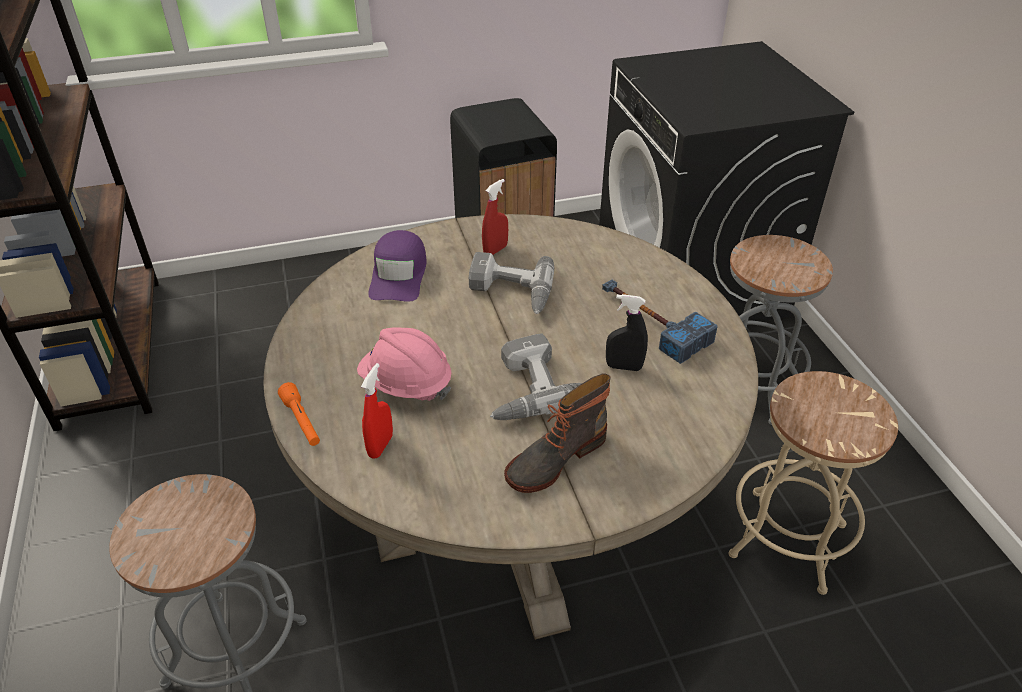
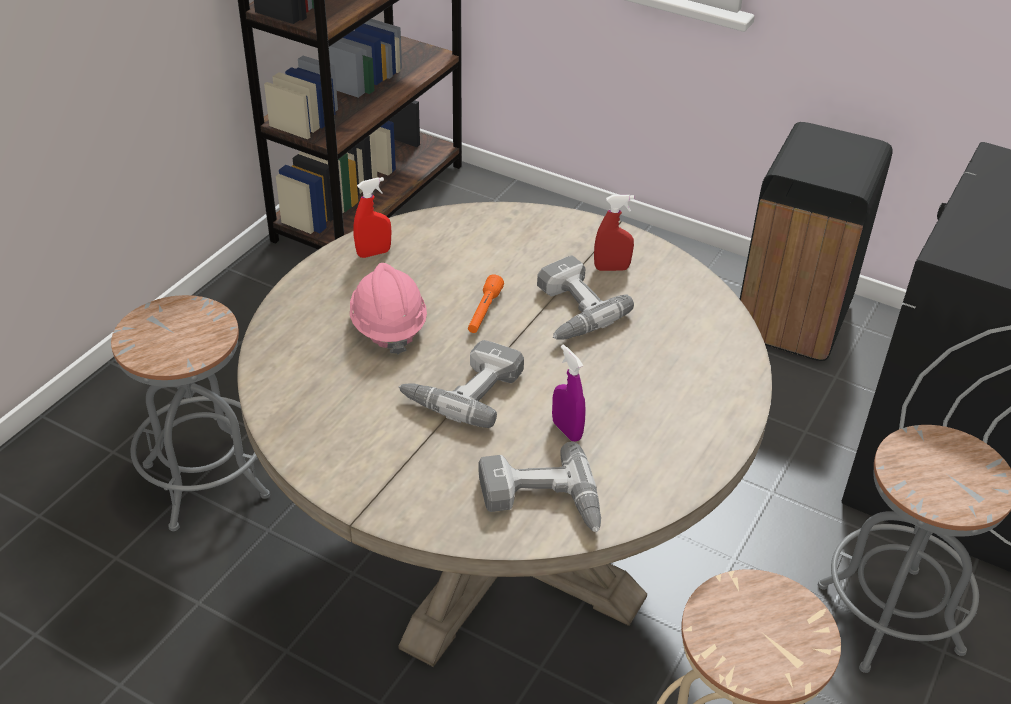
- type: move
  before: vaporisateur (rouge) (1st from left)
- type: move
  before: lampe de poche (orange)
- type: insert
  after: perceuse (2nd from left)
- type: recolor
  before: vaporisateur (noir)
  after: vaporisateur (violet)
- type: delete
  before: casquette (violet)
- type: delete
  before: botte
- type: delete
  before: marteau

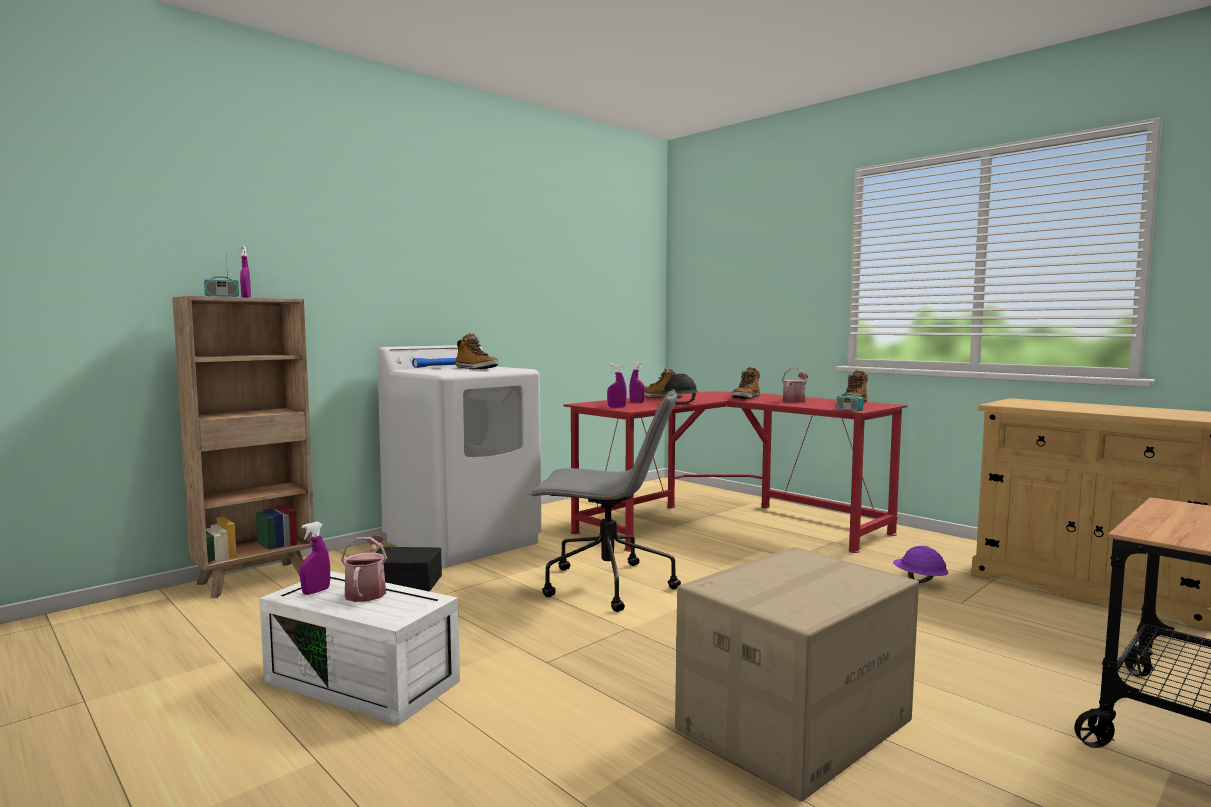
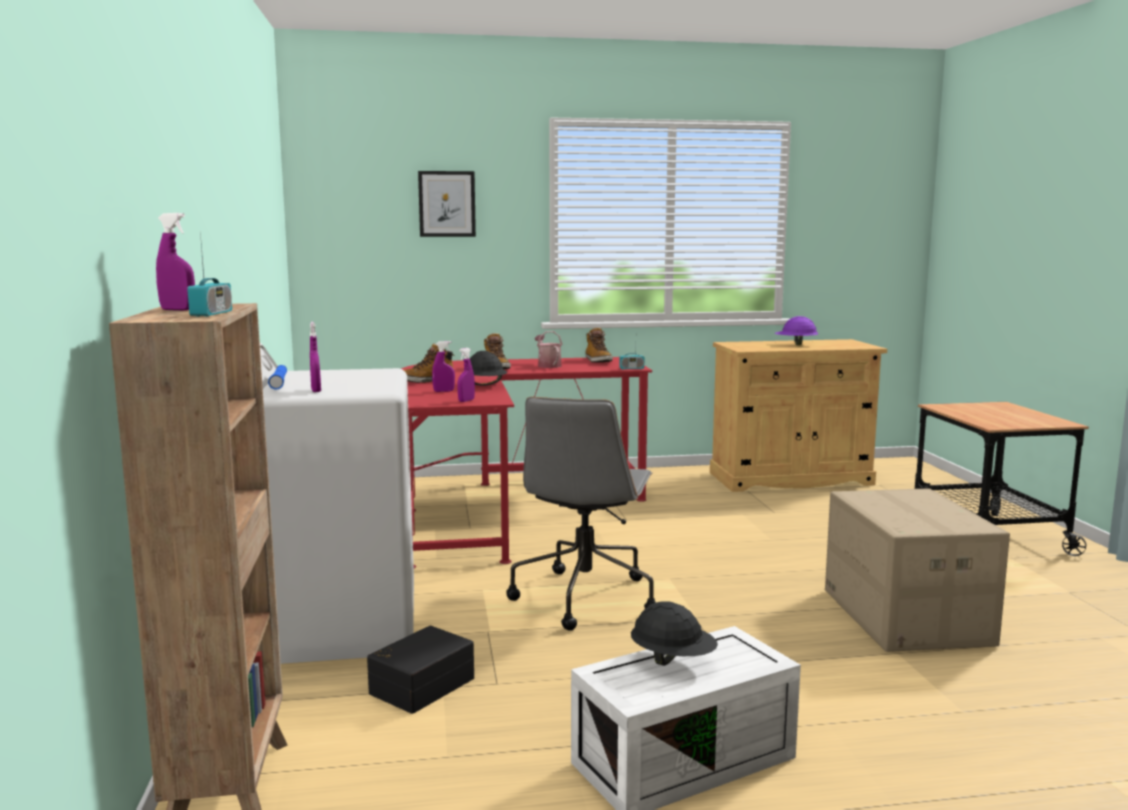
- type: move
  before: vaporisateur (violet) (2nd from left)
- type: insert
  after: tableau
- type: rotate
  before: chaise de bureau (gris)
  turn: 150
- type: replace
  before: arrosoir (1st from left)
  after: casque de chantier (noir) (2nd from left)
- type: move
  before: casque de chantier (violet)
- type: delete
  before: botte (1st from left)

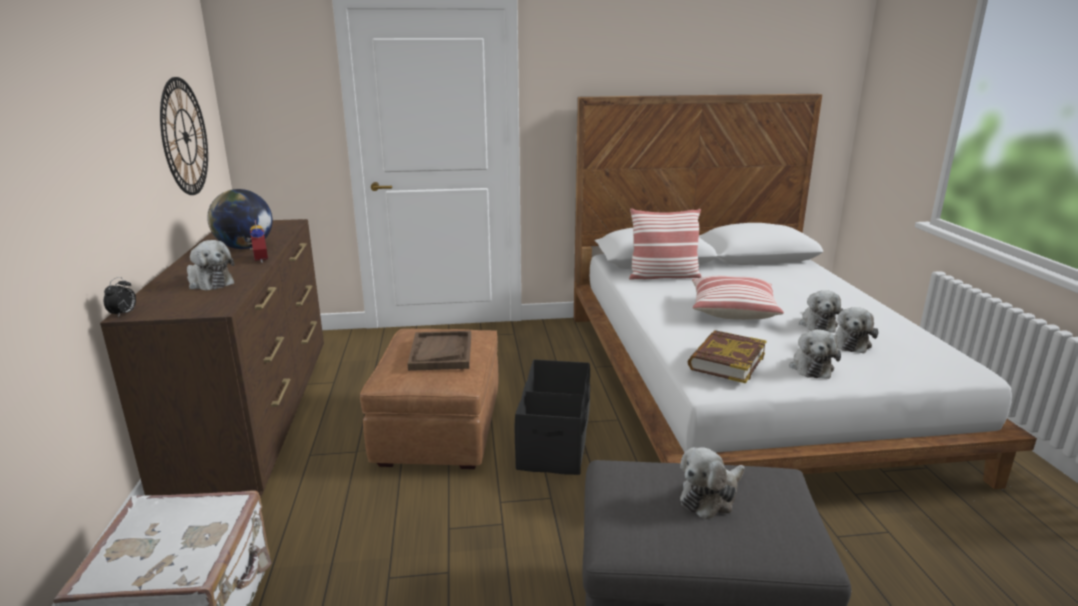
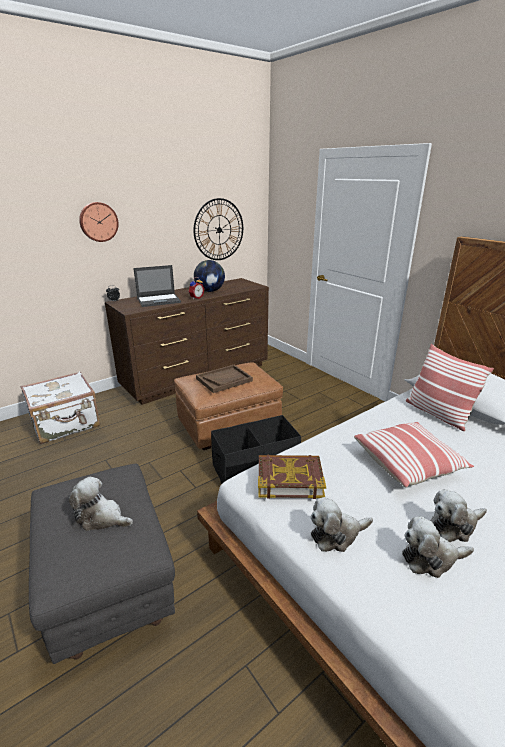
- type: insert
  after: horloge murale (1st from left)
- type: replace
  before: peluche (1st from left)
  after: ordinateur portable

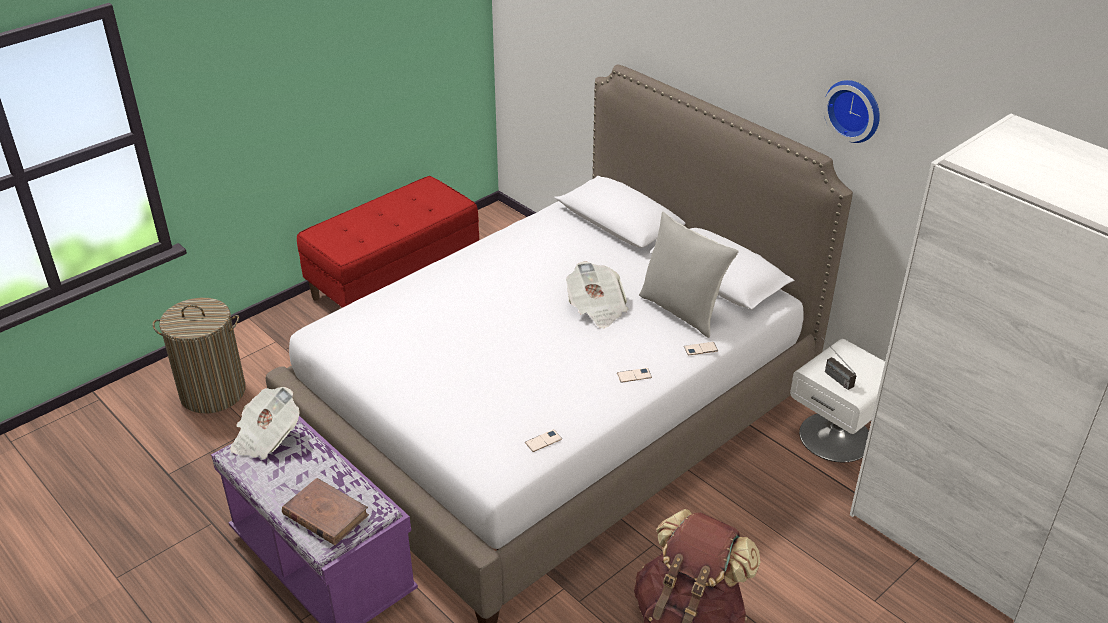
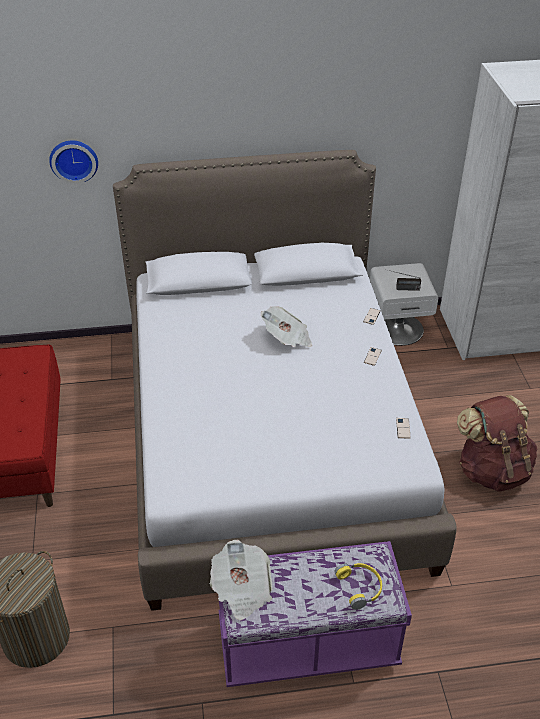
- type: move
  before: horloge murale
- type: replace
  before: livre (marron)
  after: casque audio (jaune)
- type: delete
  before: coussin (gris)

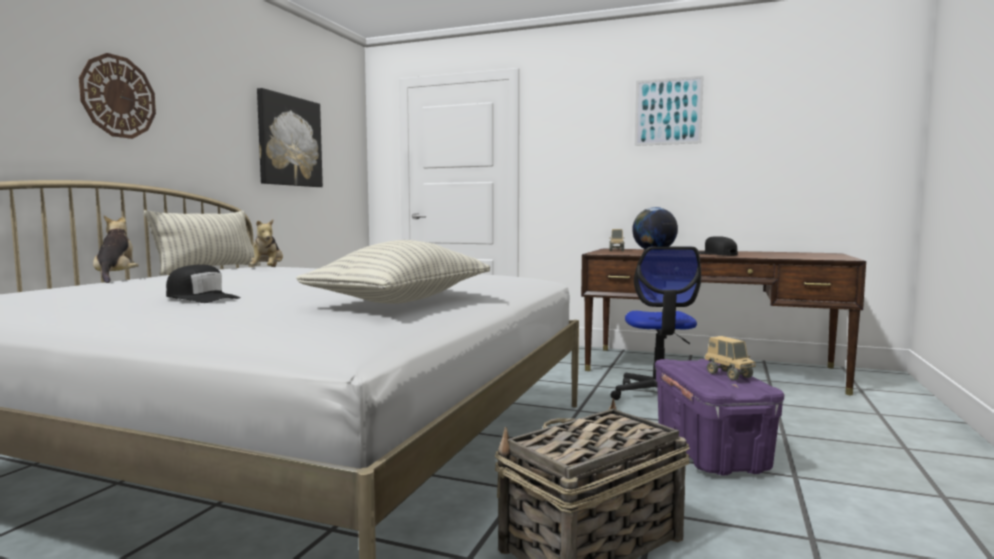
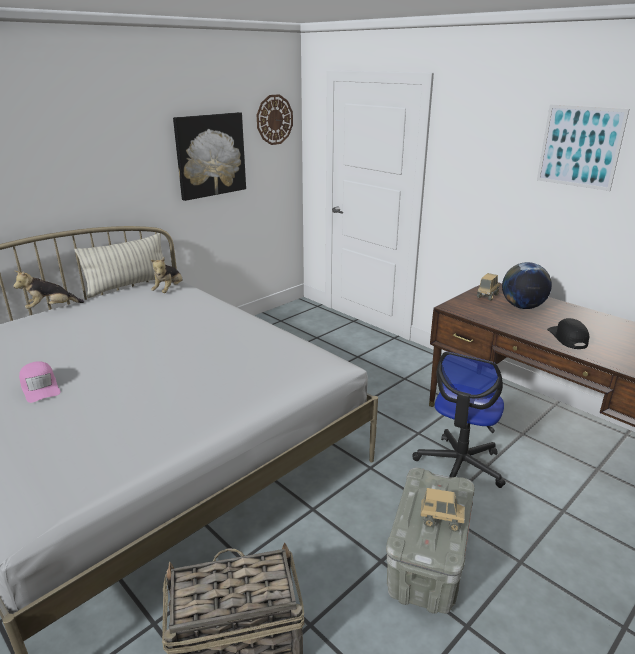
- type: rotate
  before: peluche (1st from left)
  turn: -120
- type: recolor
  before: casquette (noir) (1st from left)
  after: casquette (rose)
- type: move
  before: horloge murale
- type: recolor
  before: boîte de rangement (violet)
  after: boîte de rangement (gris)
- type: rotate
  before: camion jouet (2nd from left in the first image)
  turn: -75
- type: delete
  before: coussin (2nd from left)

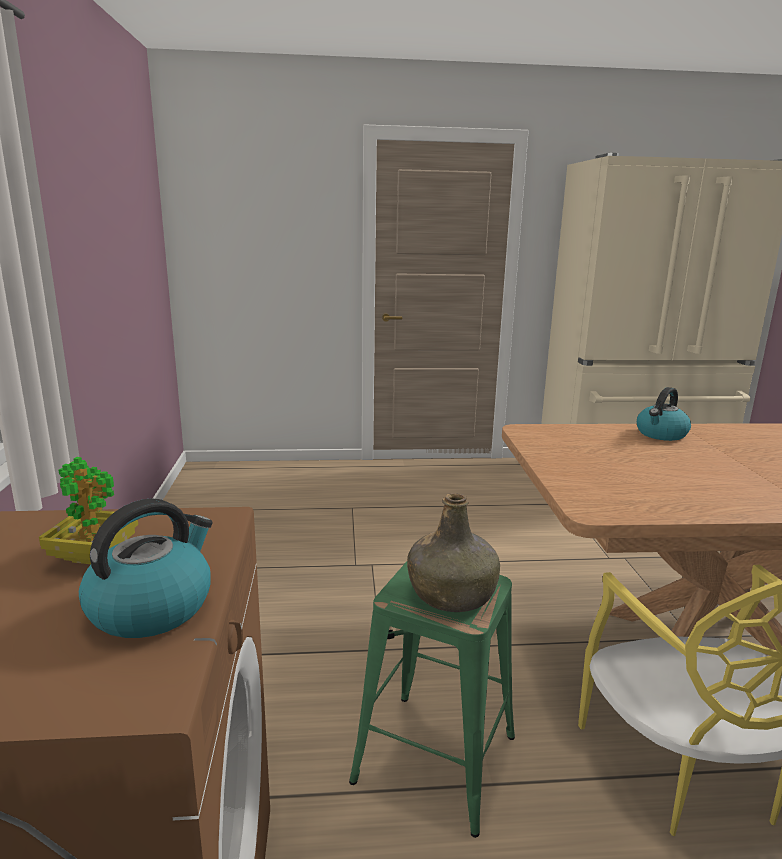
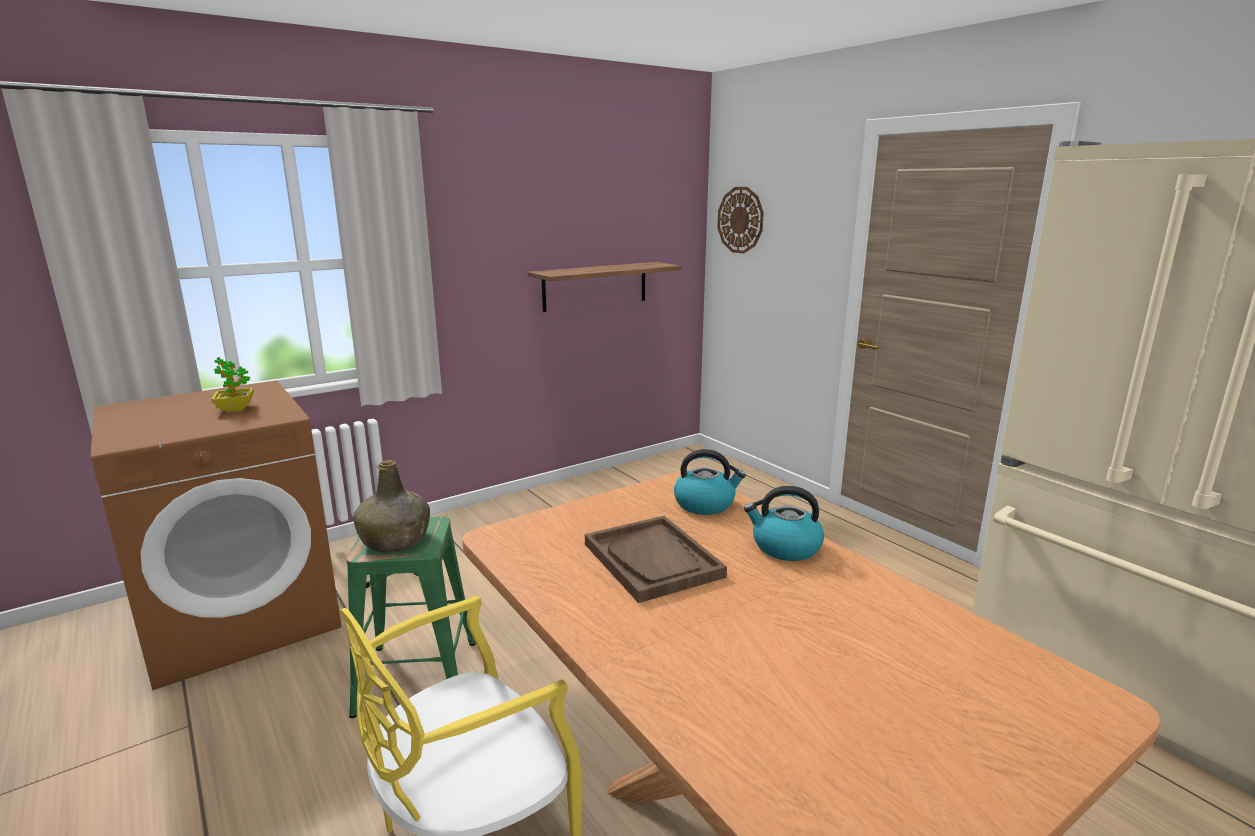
- type: insert
  after: étagère
- type: insert
  after: plateau (marron)
- type: move
  before: bouilloire (1st from left)
- type: insert
  after: horloge murale

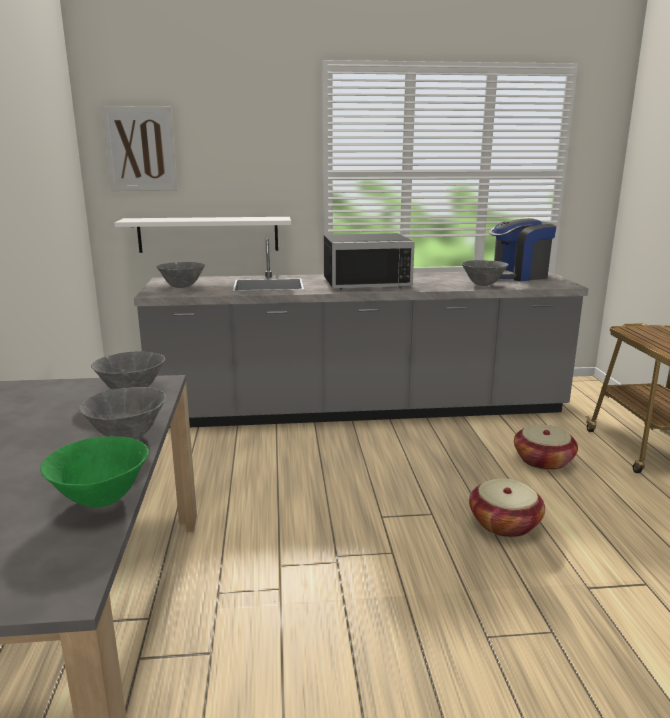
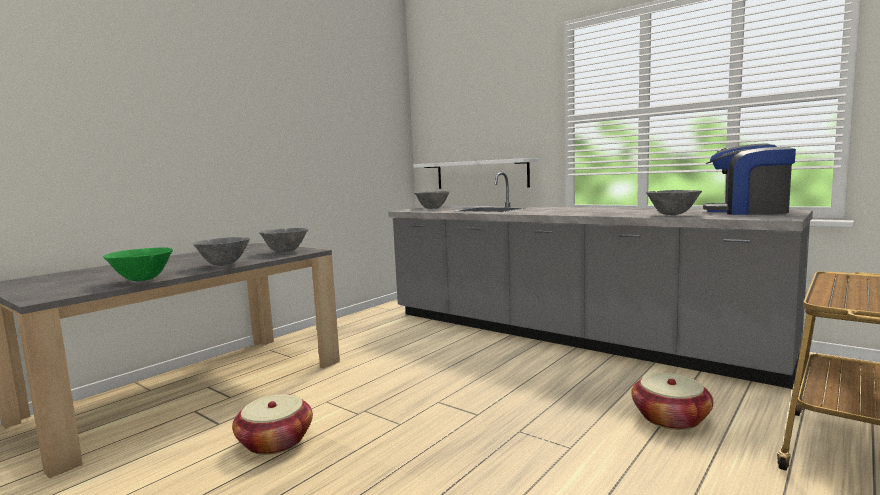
- type: move
  before: panier (1st from left)
- type: delete
  before: tableau
- type: delete
  before: micro-ondes (noir)

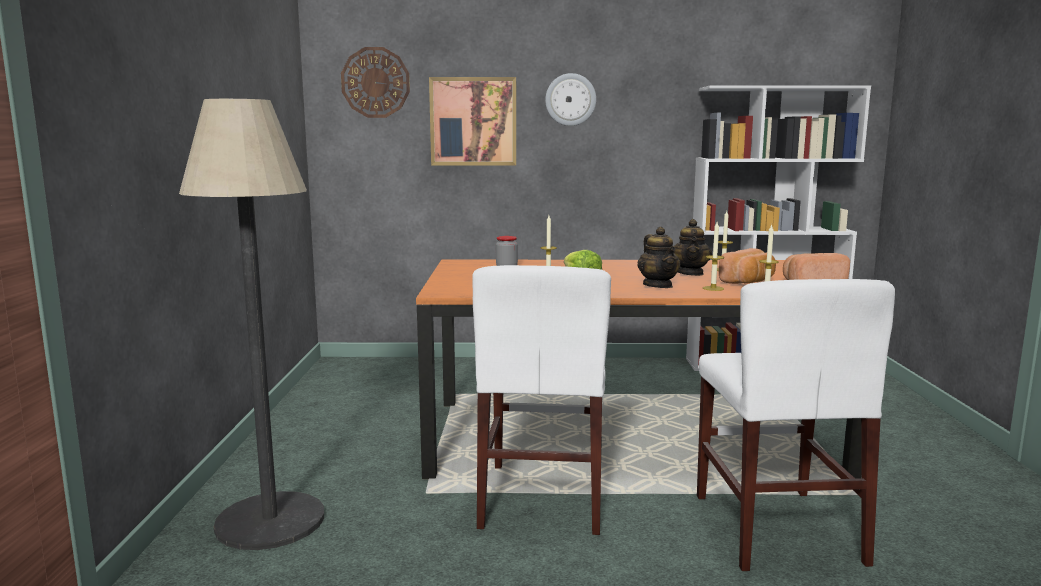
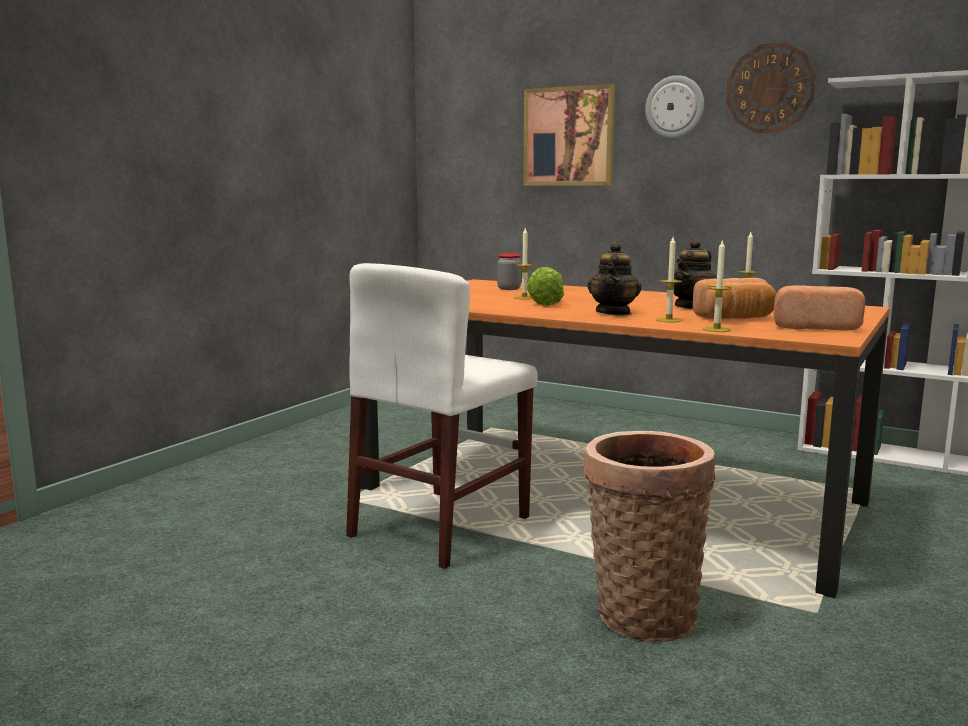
- type: replace
  before: chaise (blanc) (2nd from left)
  after: panier
- type: move
  before: horloge murale (1st from left in the first image)
  after: horloge murale (2nd from left)
- type: delete
  before: lampadaire

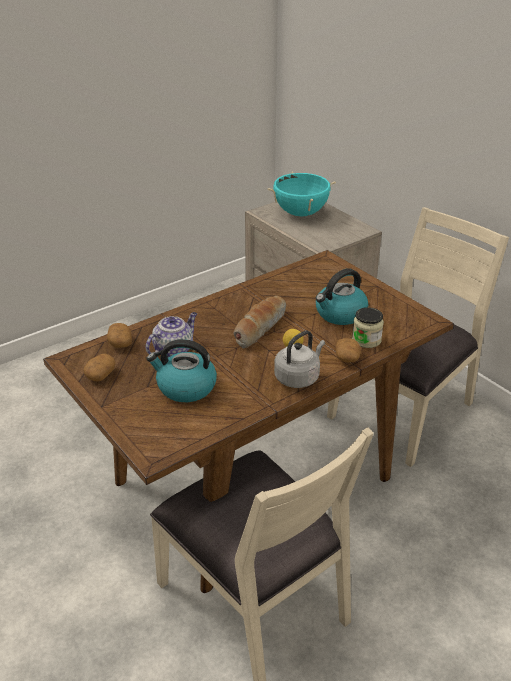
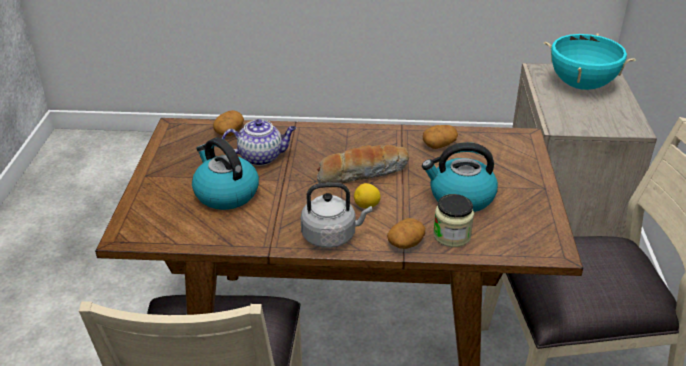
- type: move
  before: pomme de terre (1st from left in the first image)
  after: pomme de terre (3rd from left)

